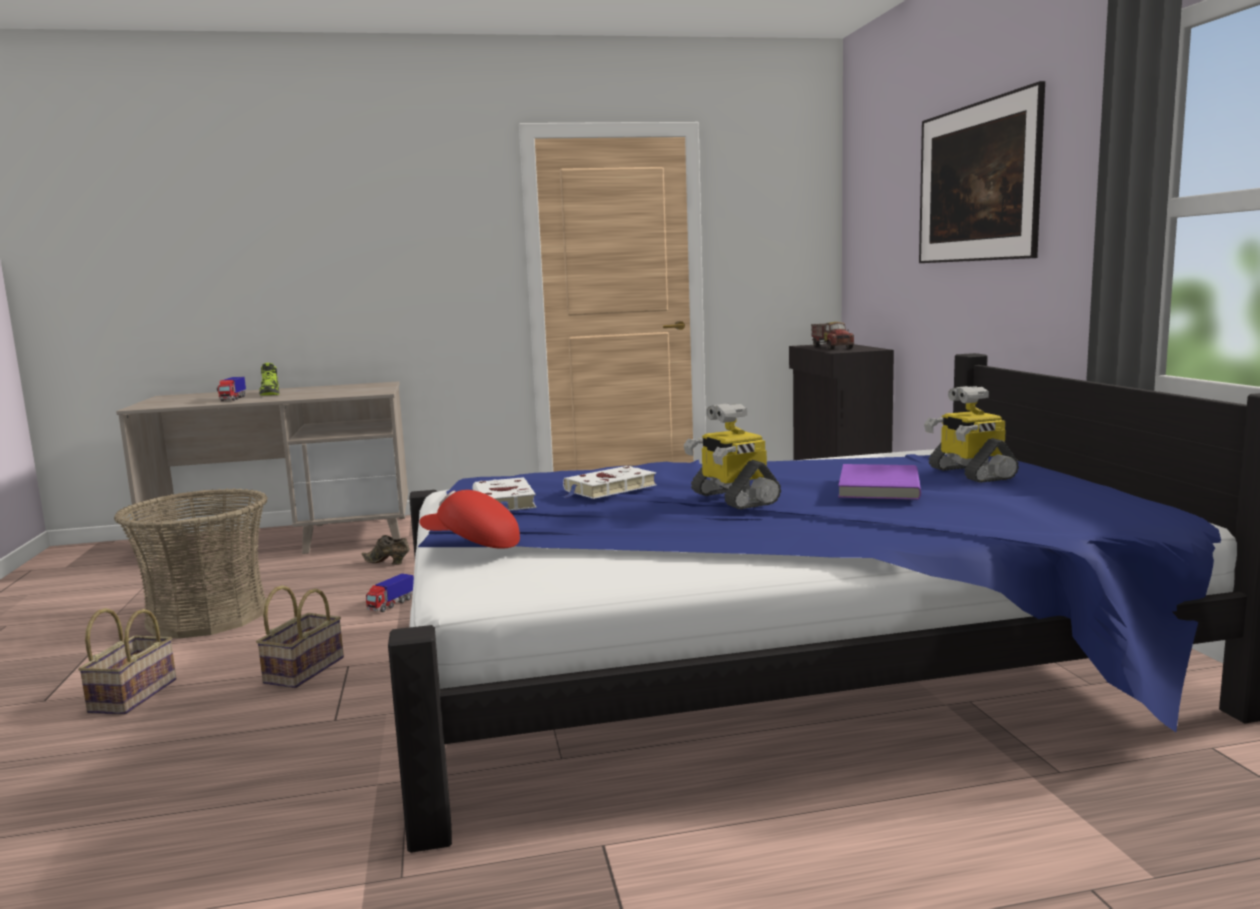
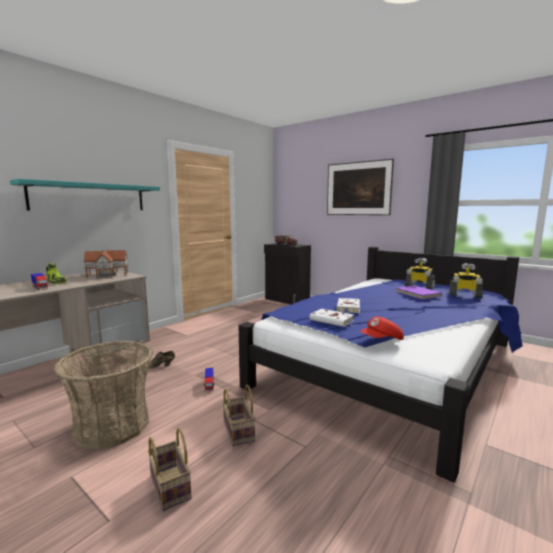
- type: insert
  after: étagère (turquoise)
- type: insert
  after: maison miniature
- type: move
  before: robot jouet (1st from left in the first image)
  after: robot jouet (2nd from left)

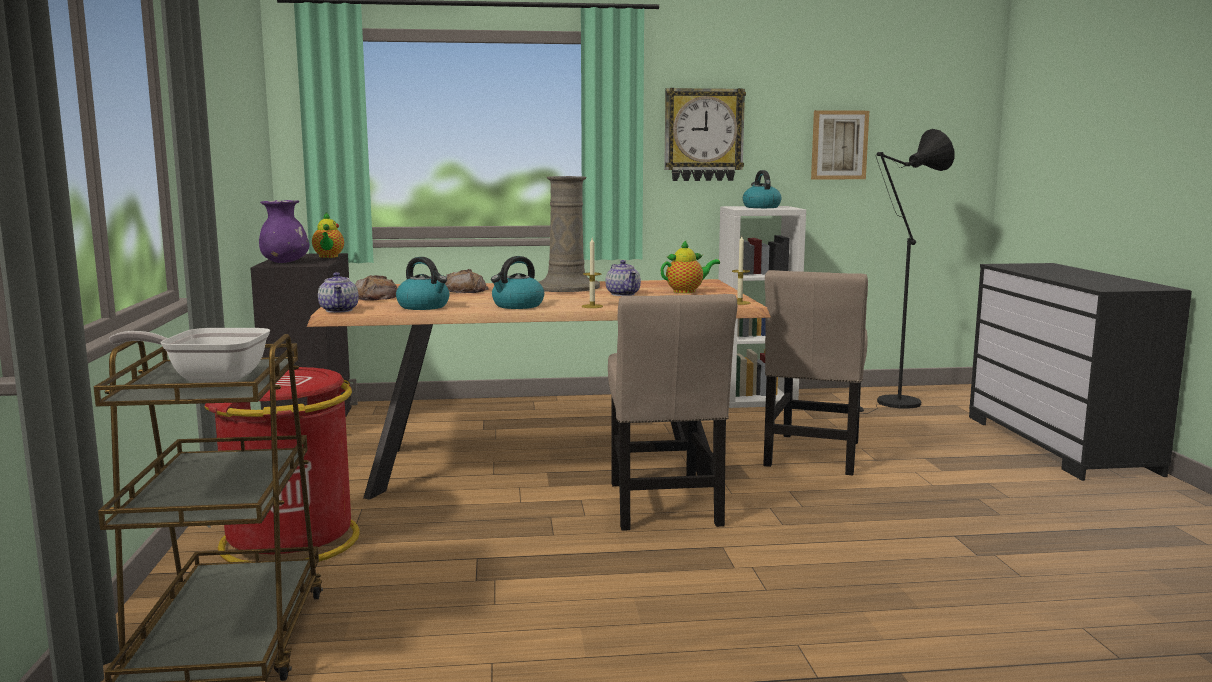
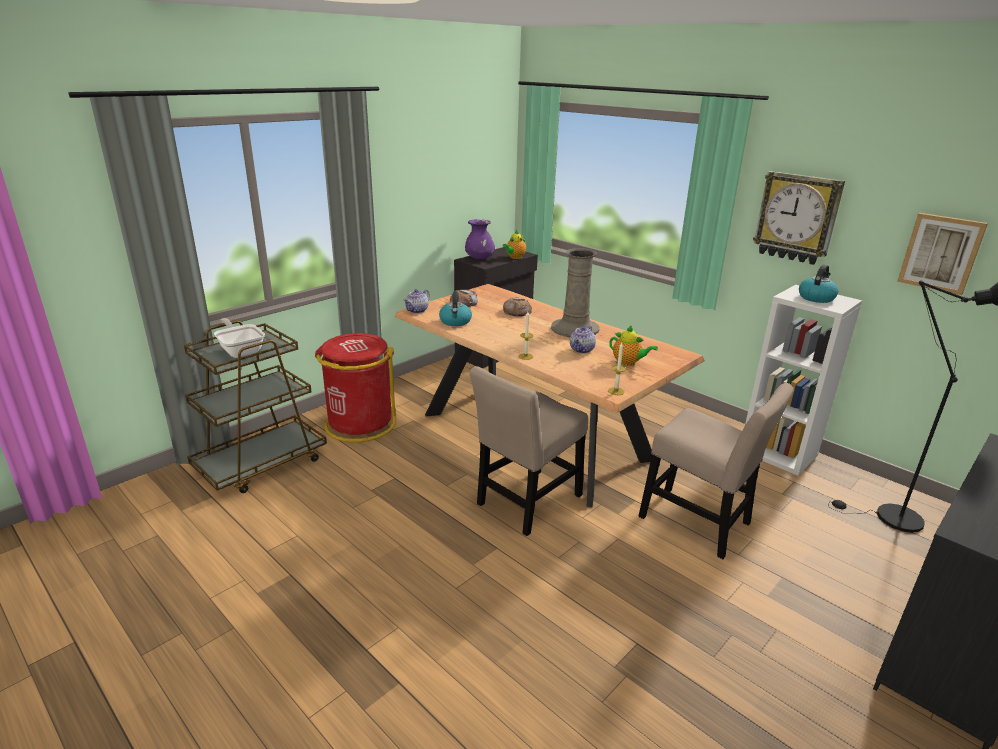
- type: rotate
  before: chaise (beige) (2nd from left)
  turn: -120
- type: delete
  before: bouilloire (2nd from left)

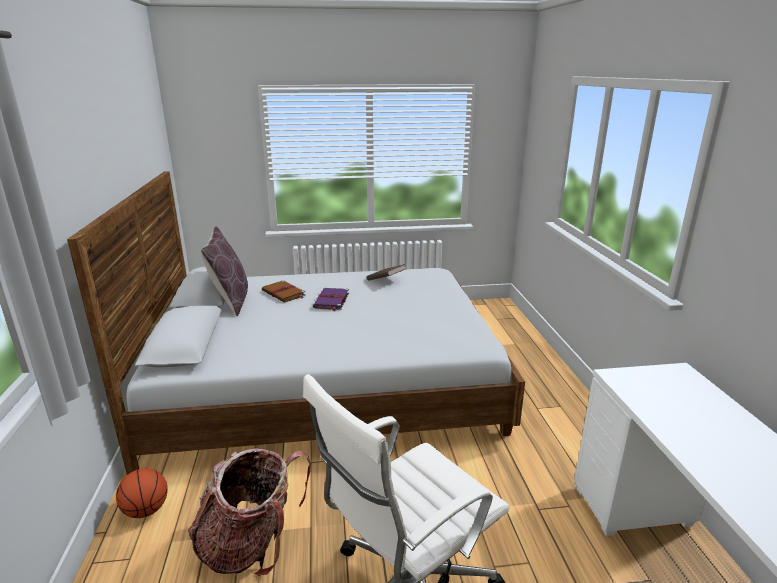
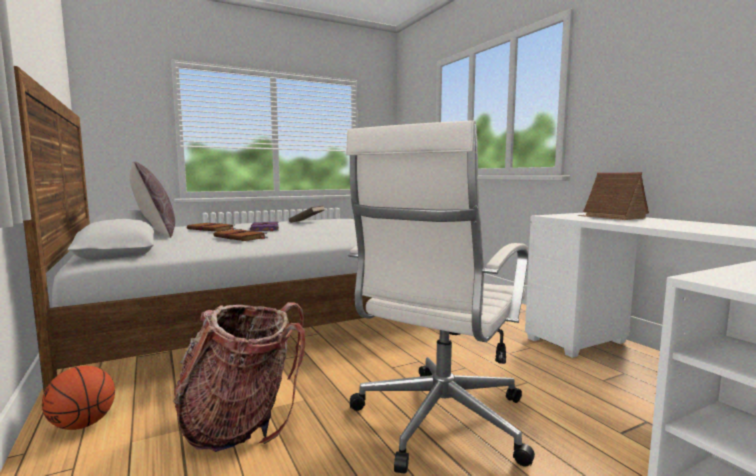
- type: insert
  after: livre (marron) (2nd from left)
- type: insert
  after: maison miniature

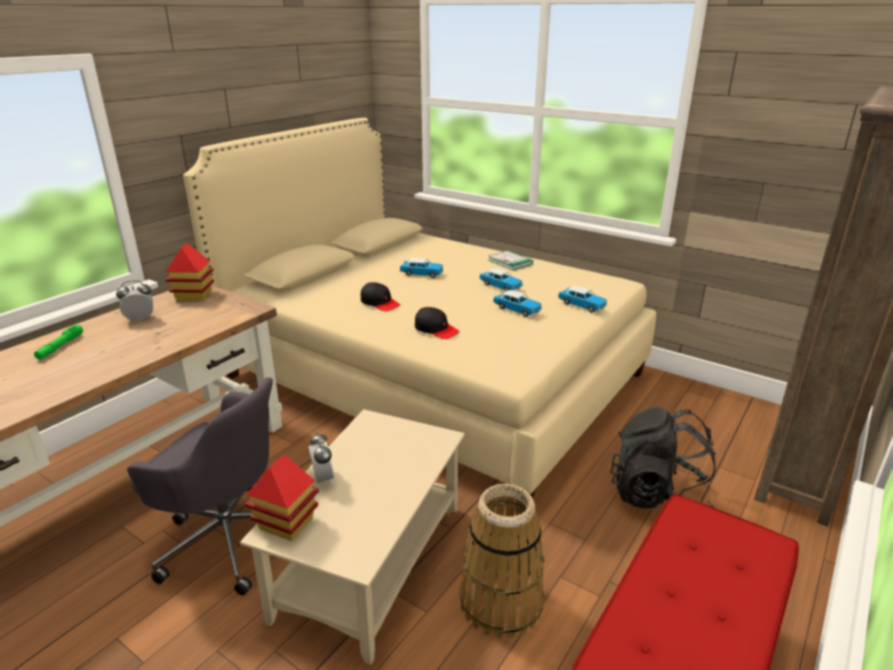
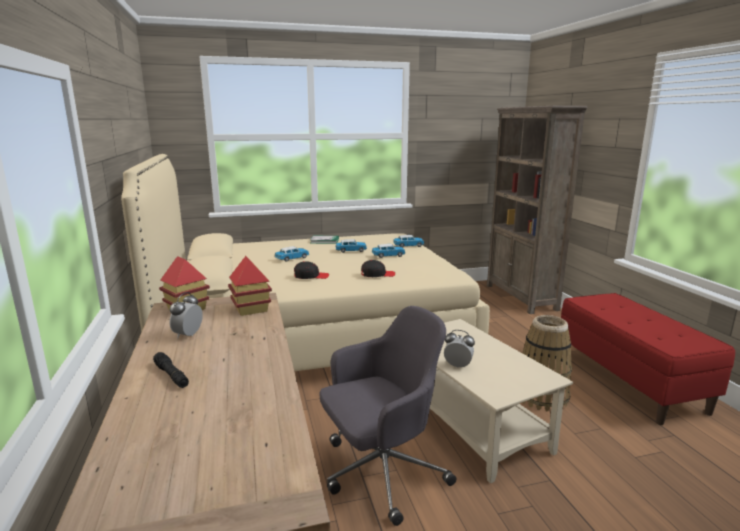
- type: recolor
  before: lampe de poche (vert)
  after: lampe de poche (noir)
- type: move
  before: maison miniature (2nd from left)
- type: delete
  before: sac à dos (noir)

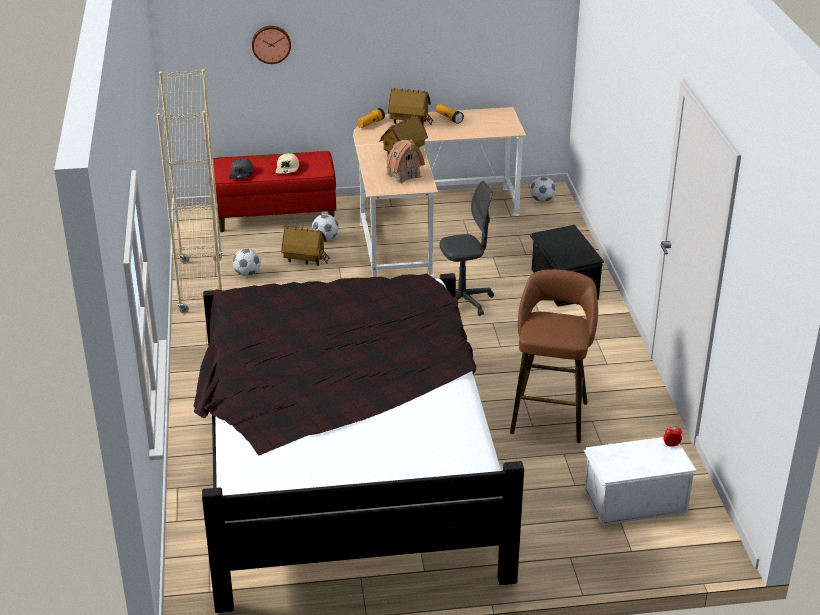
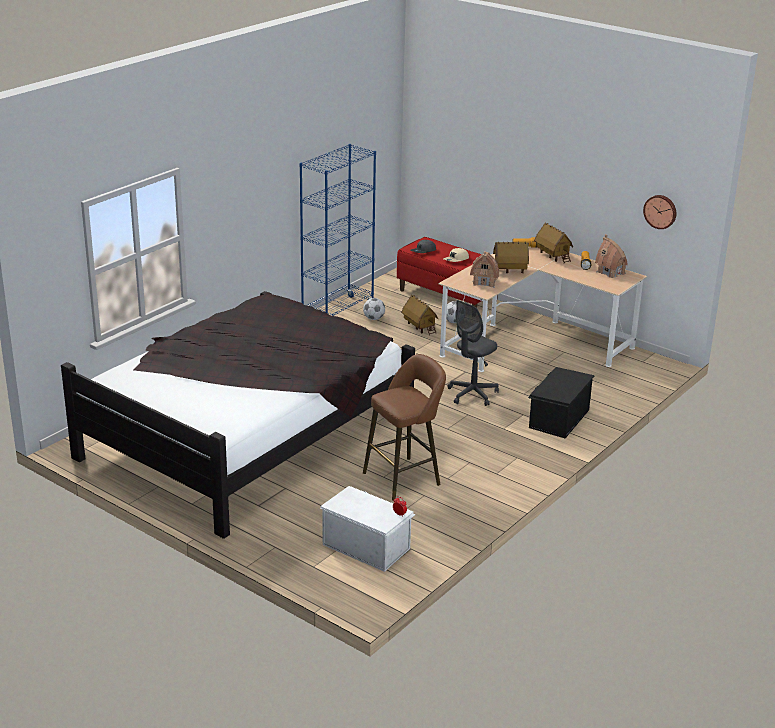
- type: recolor
  before: bibliothèque (beige)
  after: bibliothèque (bleu)
- type: rotate
  before: chaise de bureau (gris)
  turn: 105
- type: insert
  after: maison miniature (5th from left)
- type: move
  before: horloge murale
- type: delete
  before: ballon de foot (3rd from left)

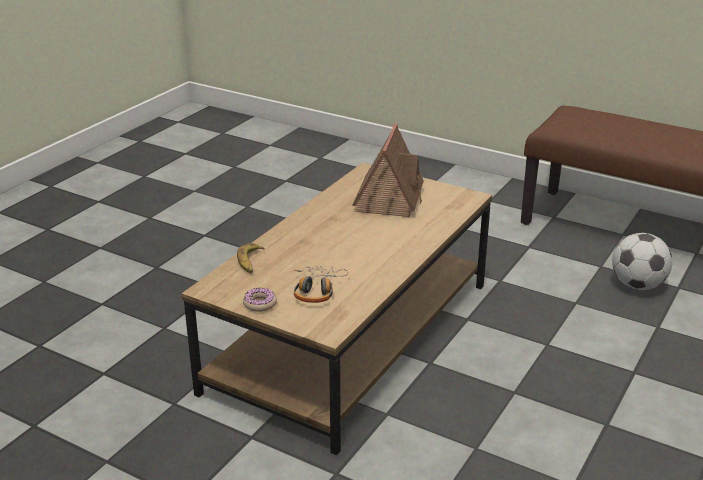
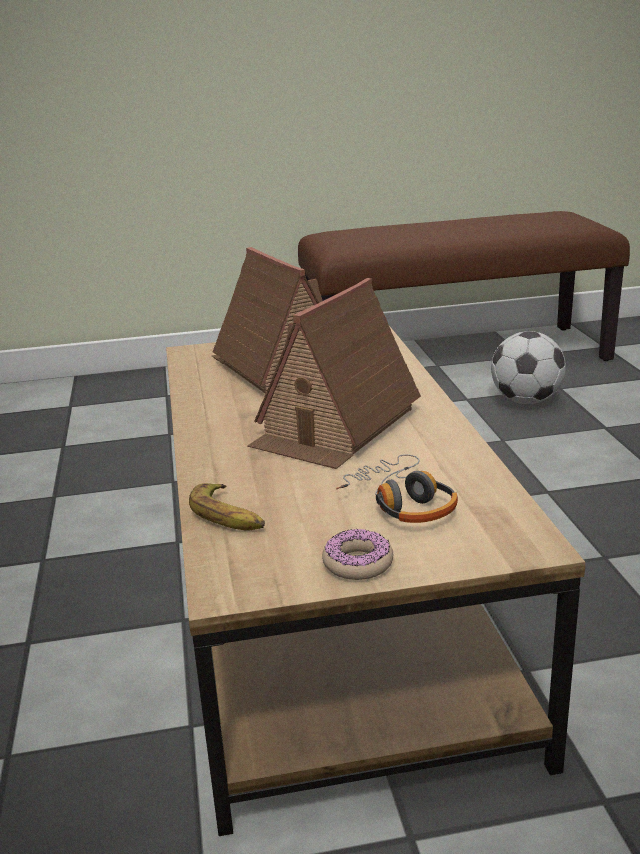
- type: insert
  after: maison miniature (2nd from left)

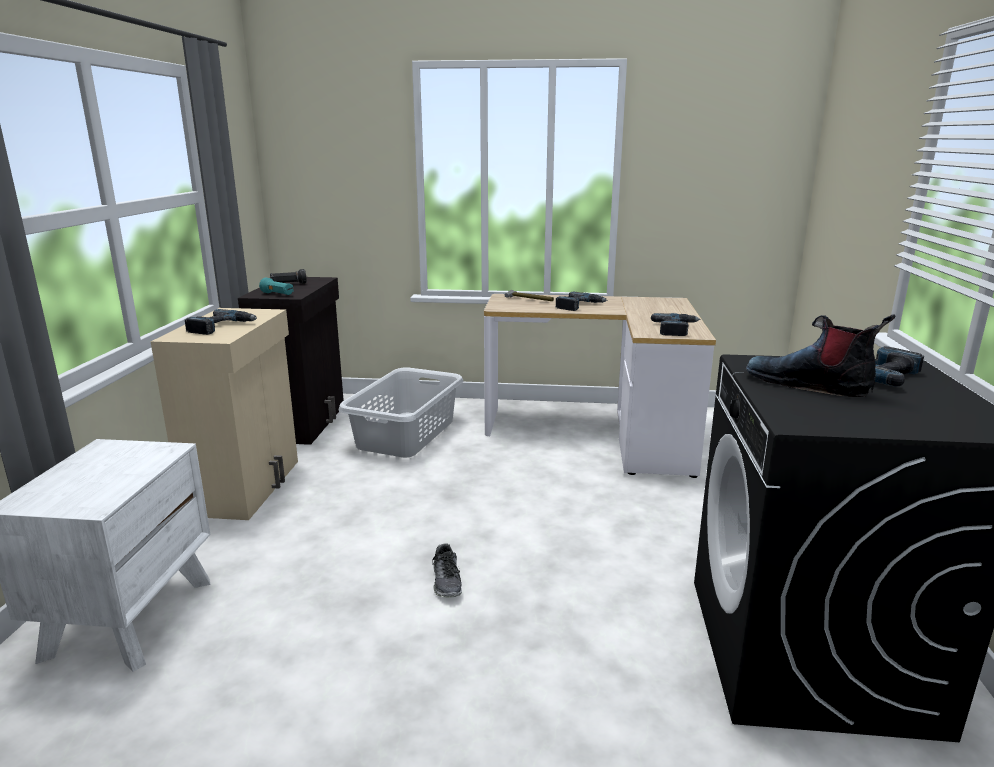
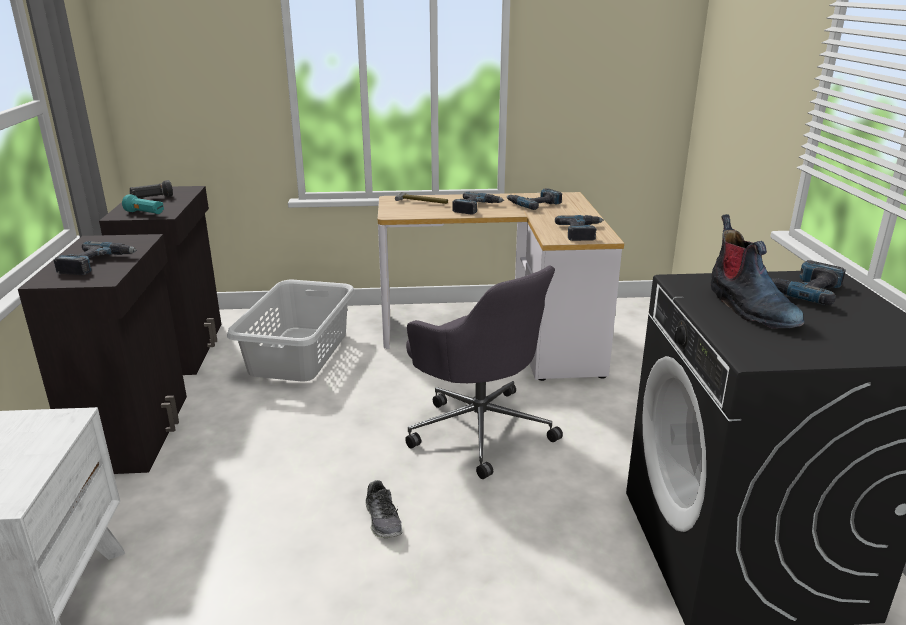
- type: recolor
  before: meuble de rangement (beige)
  after: meuble de rangement (noir) (1st from left)
- type: insert
  after: chaise de bureau (gris)
- type: insert
  after: perceuse (3rd from left)
- type: rotate
  before: botte
  turn: -135

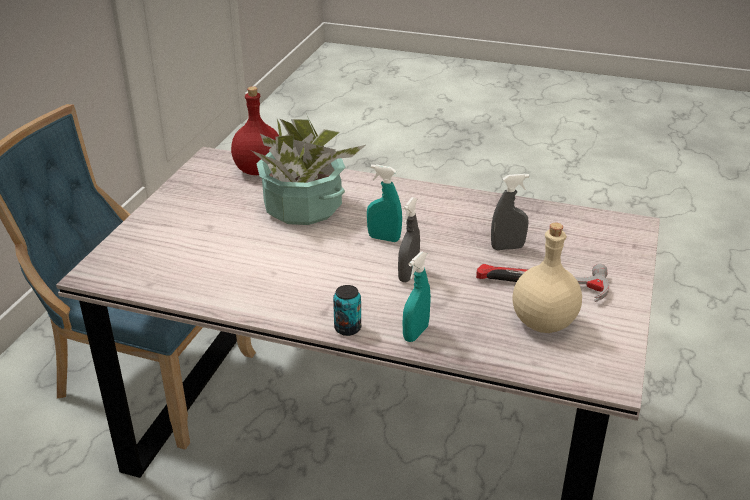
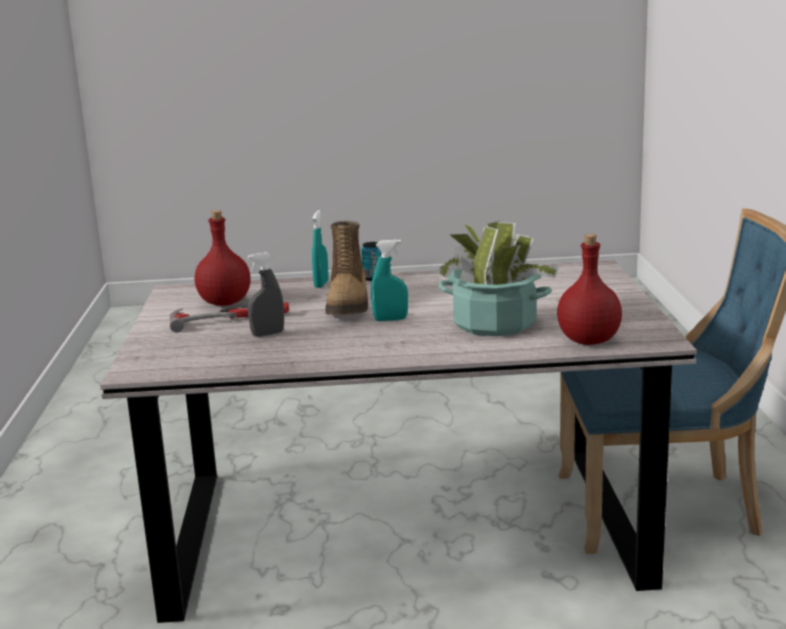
- type: recolor
  before: bouteille (beige)
  after: bouteille (rouge) (1st from left)
- type: replace
  before: vaporisateur (gris) (1st from left)
  after: botte

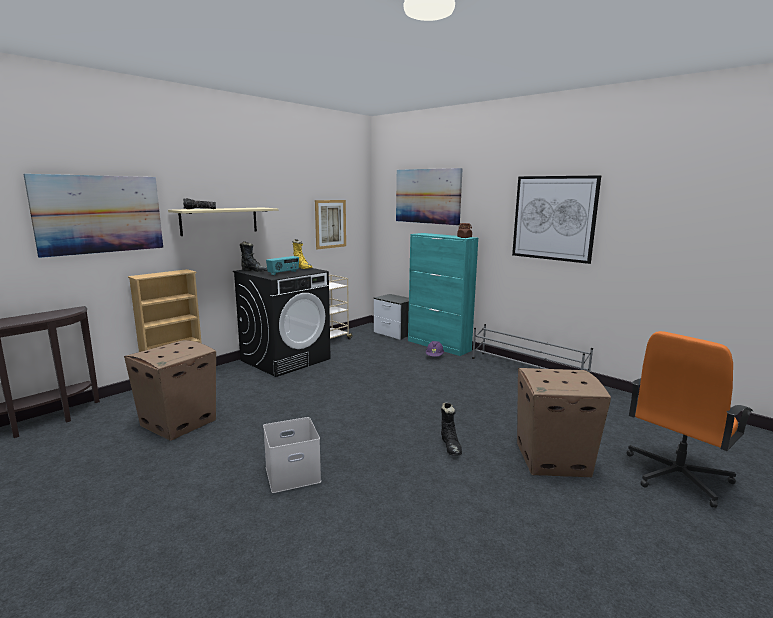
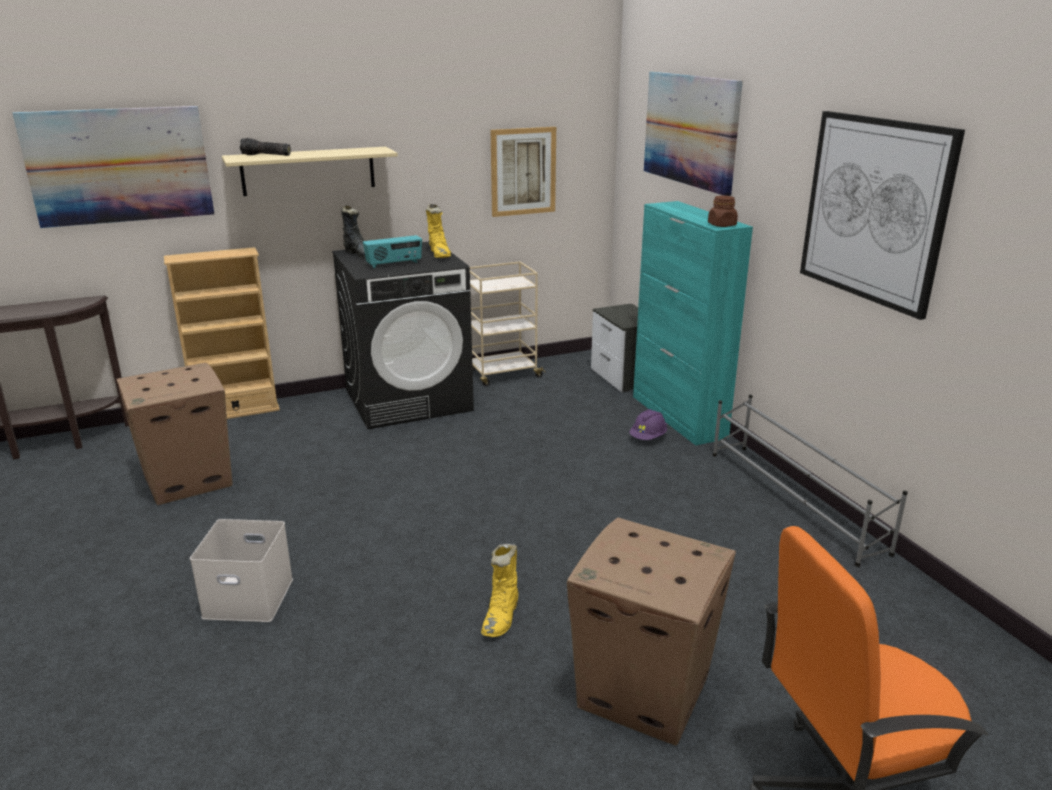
- type: recolor
  before: botte (noir) (2nd from left)
  after: botte (jaune) (2nd from left)

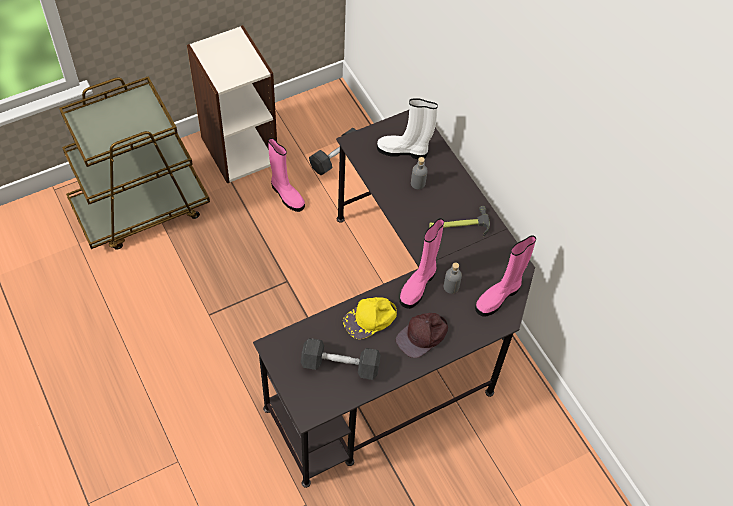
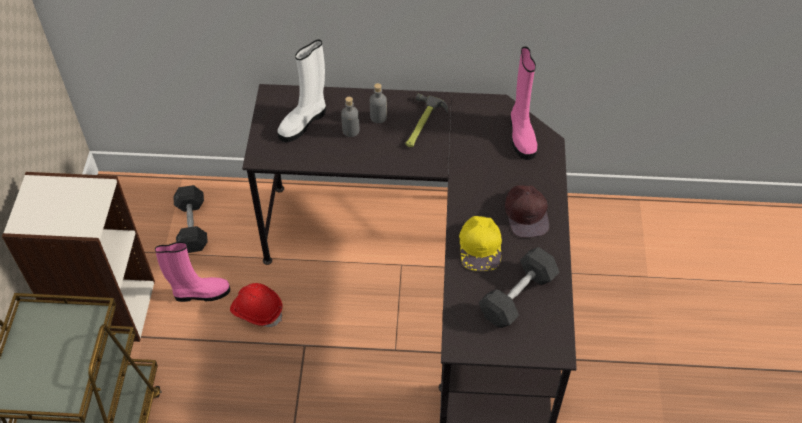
- type: insert
  after: casque de chantier (rouge)
- type: move
  before: bouteille (gris) (2nd from left)
- type: delete
  before: botte (rose) (2nd from left)

